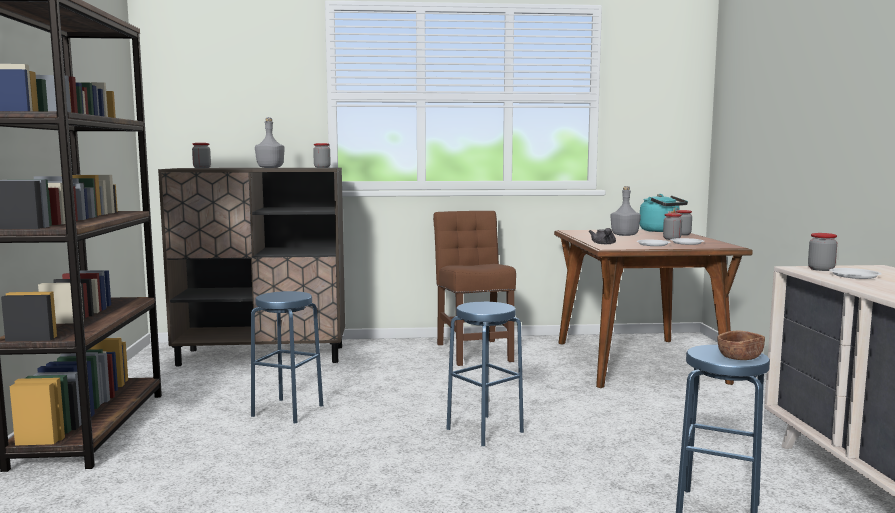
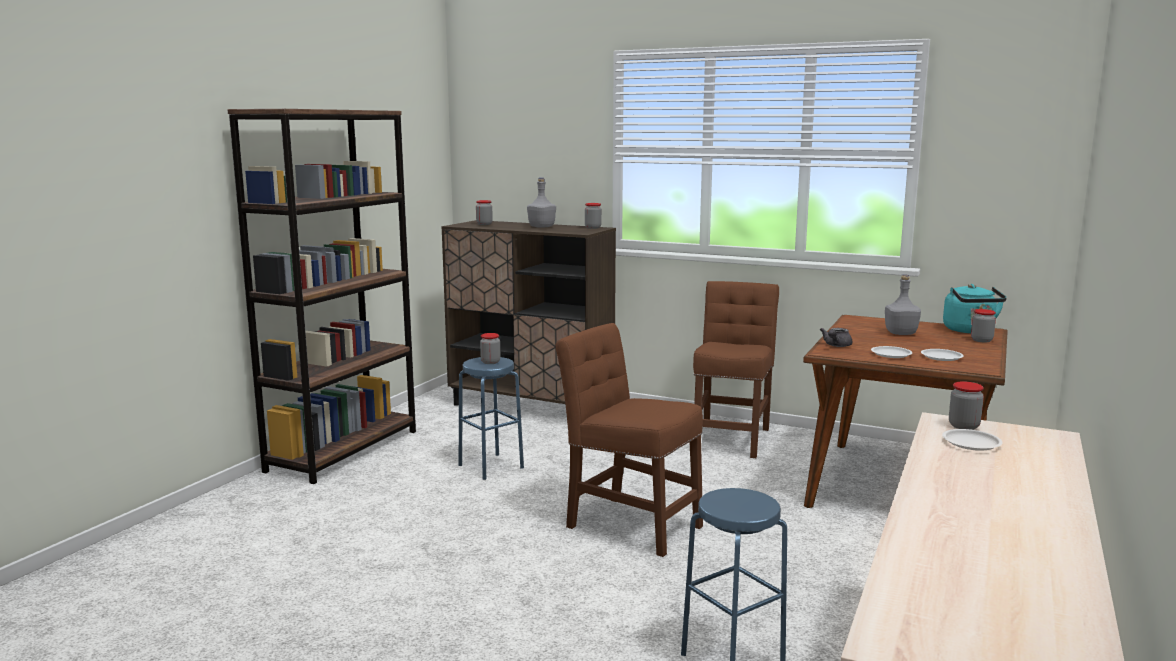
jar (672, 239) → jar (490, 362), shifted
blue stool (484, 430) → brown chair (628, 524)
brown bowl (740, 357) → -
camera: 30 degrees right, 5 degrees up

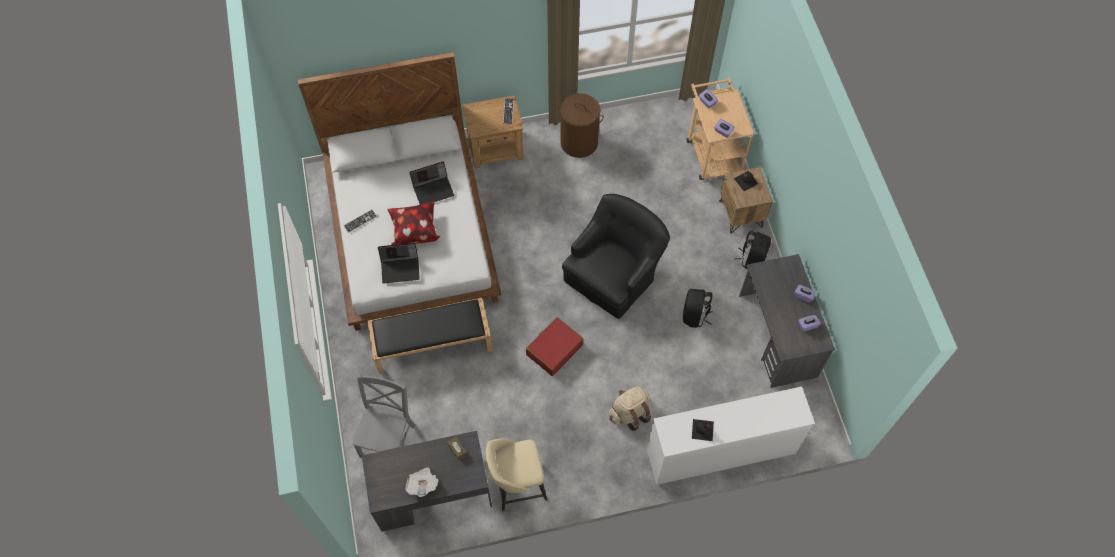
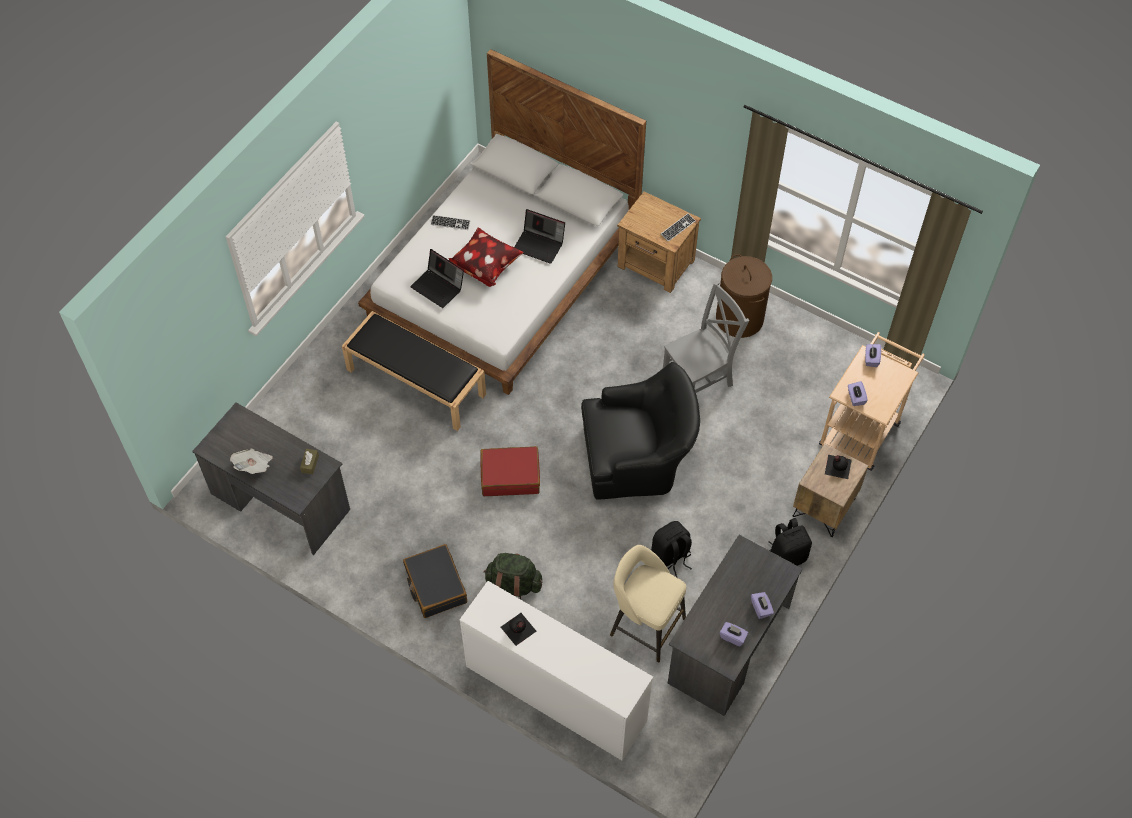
grey chair (388, 438) → grey chair (700, 378), shifted
beige backpack (629, 413) → green backpack (513, 586)
beige stool (517, 484) → beige stool (645, 625), shifted
- → black suitcase (435, 586)
camera: 45 degrees right, 5 degrees down

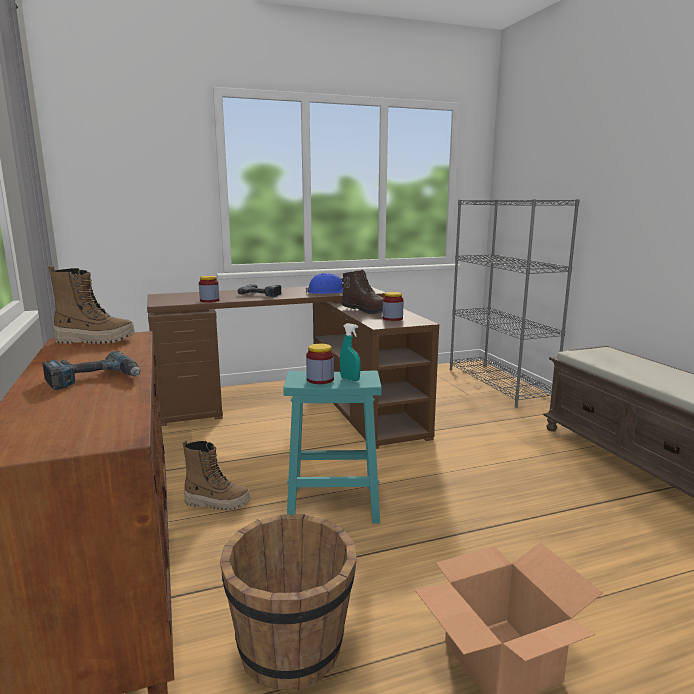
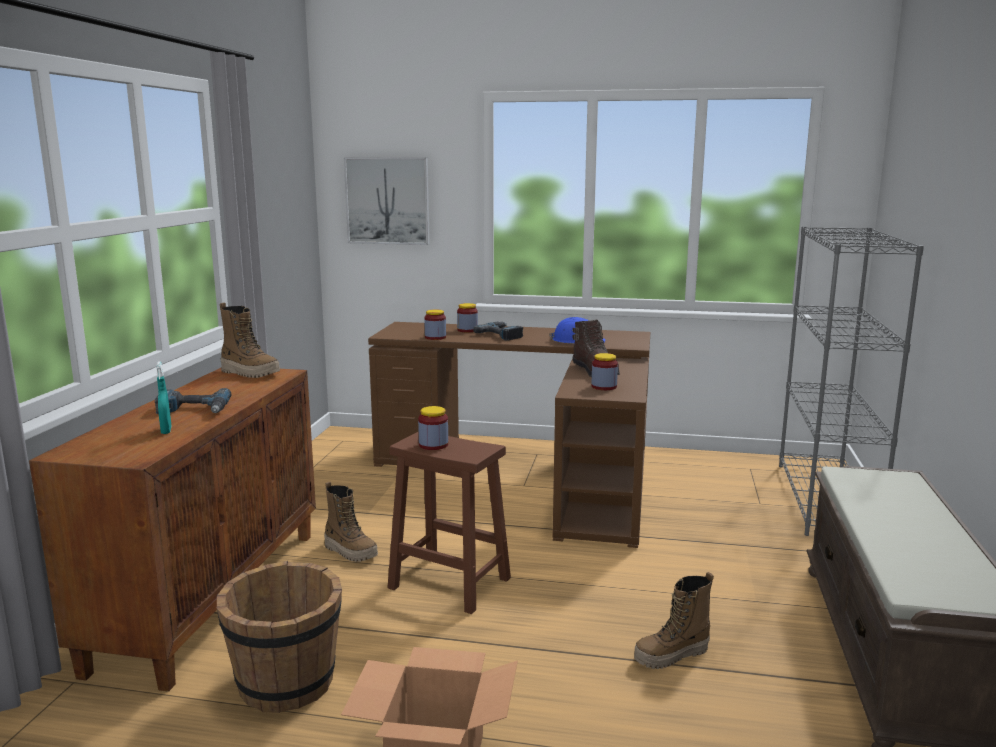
turquoise spray bottle (350, 379) → turquoise spray bottle (166, 431), shifted
turquoise stool (331, 504) → brown stool (447, 583)
- → picture (387, 201)
- → jar (467, 330)
- → boot (671, 656)
camera: 30 degrees right, 0 degrees up

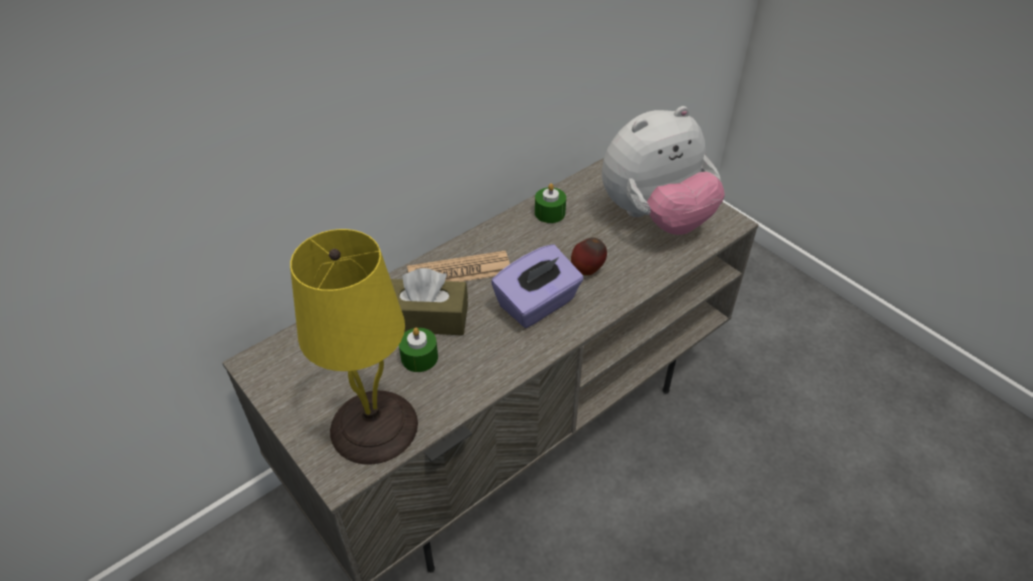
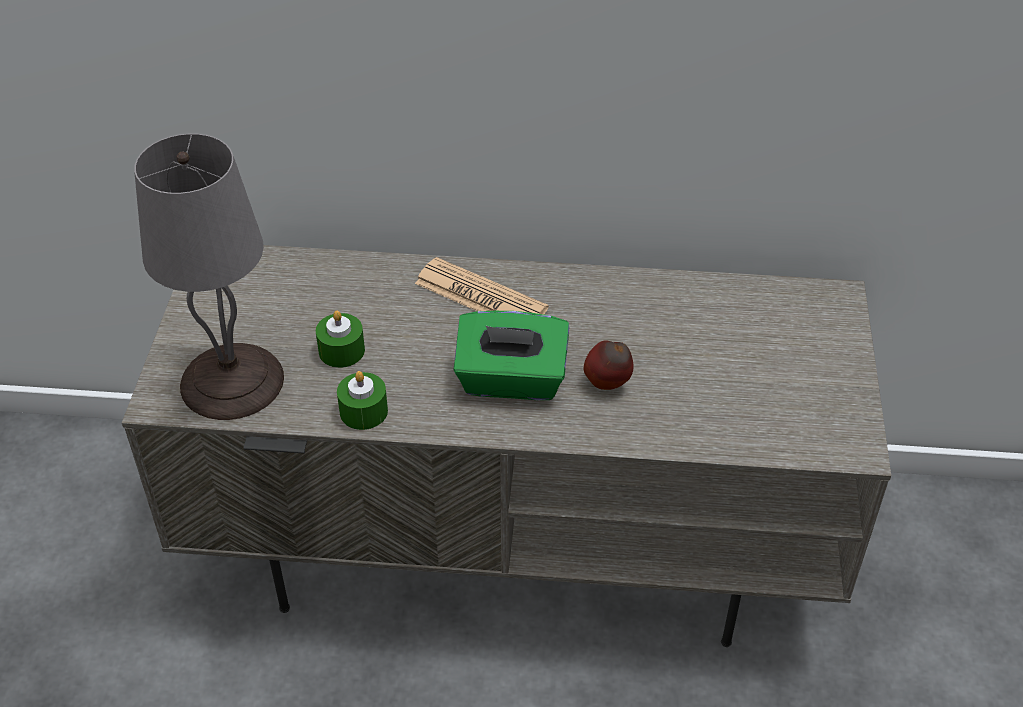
plush toy (655, 217) → -
green candle (550, 213) → green candle (363, 411), shifted
yellow table lamp (372, 425) → grey table lamp (231, 379)
purple tissue box (537, 304) → green tissue box (511, 381)
brown tissue box (427, 318) → -
camera: 45 degrees right, 0 degrees up

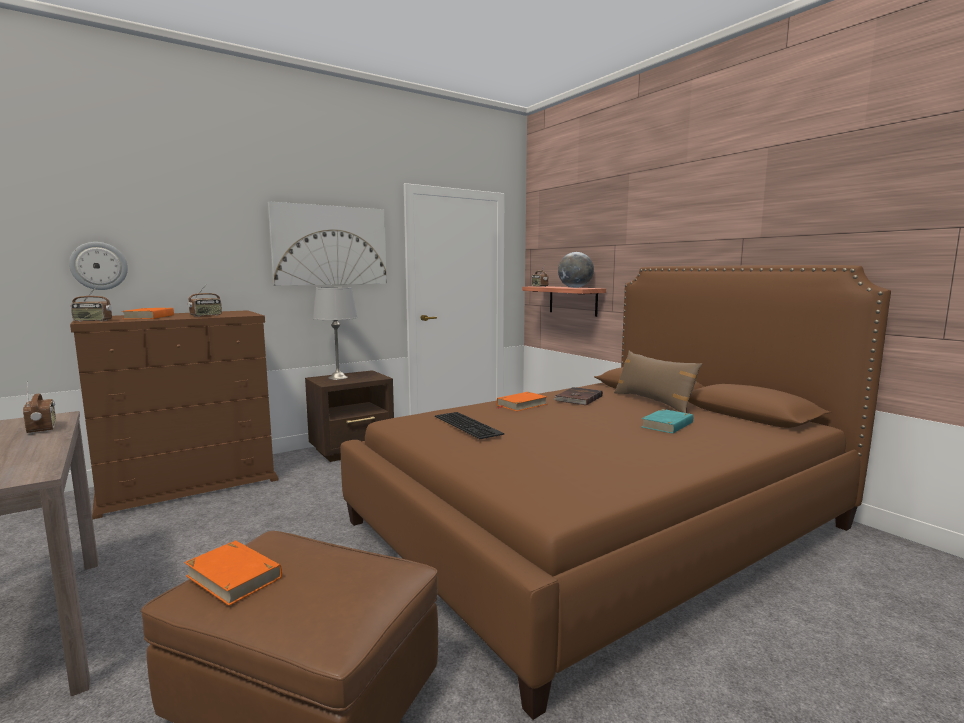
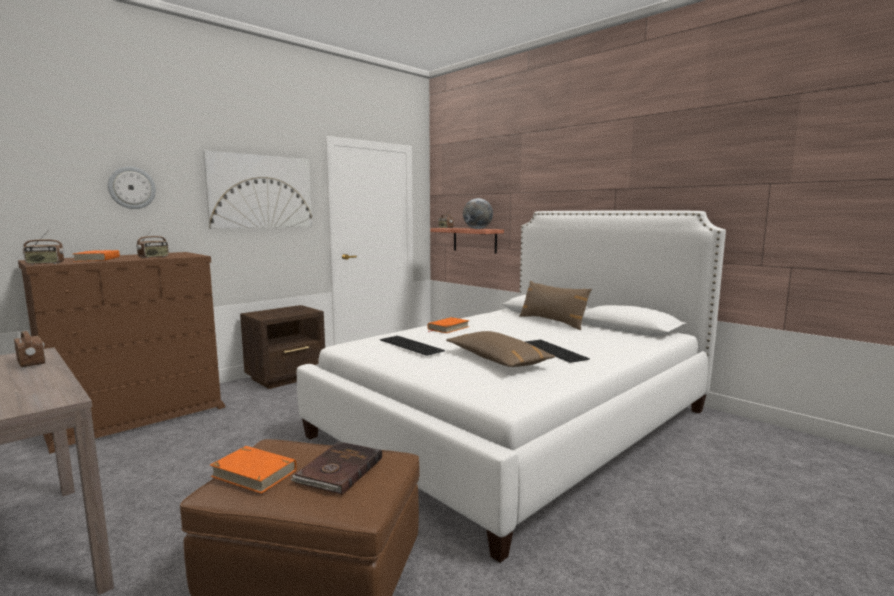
wall clock (99, 266) → wall clock (132, 188), shifted
brown bed (598, 524) → white bed (516, 422)
grey table lamp (338, 377) → -
brown book (578, 398) → brown book (338, 470), shifted
turquoise book (667, 425) → -
- → brown pillow (497, 360)
- → keyboard (555, 350)
camera: 10 degrees left, 0 degrees up

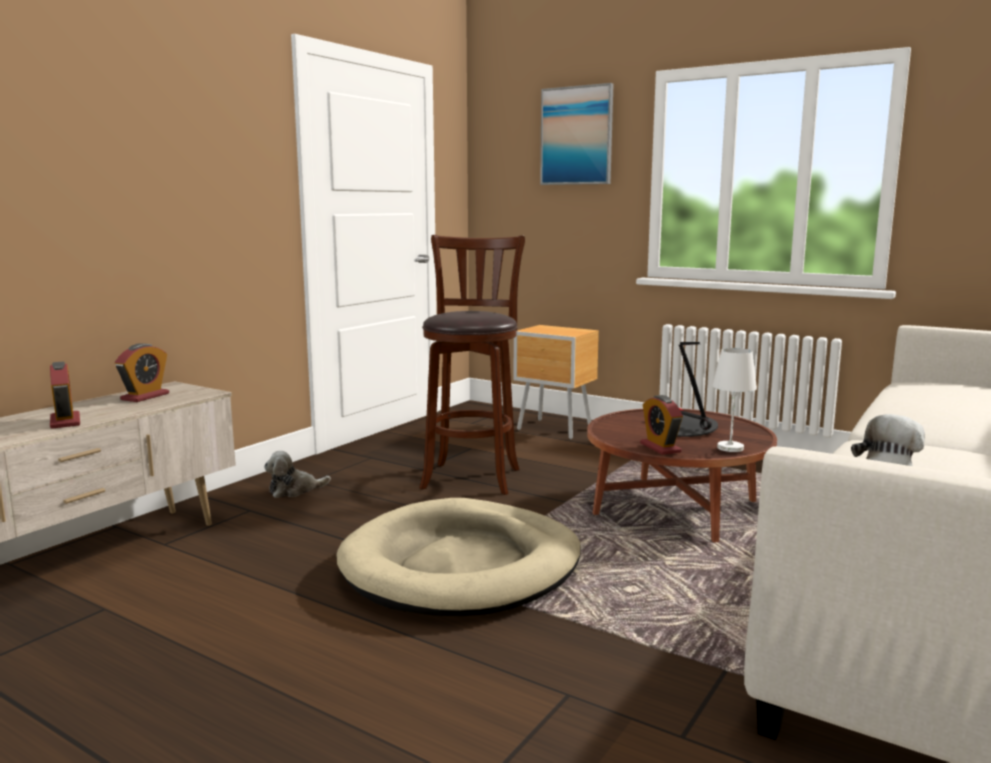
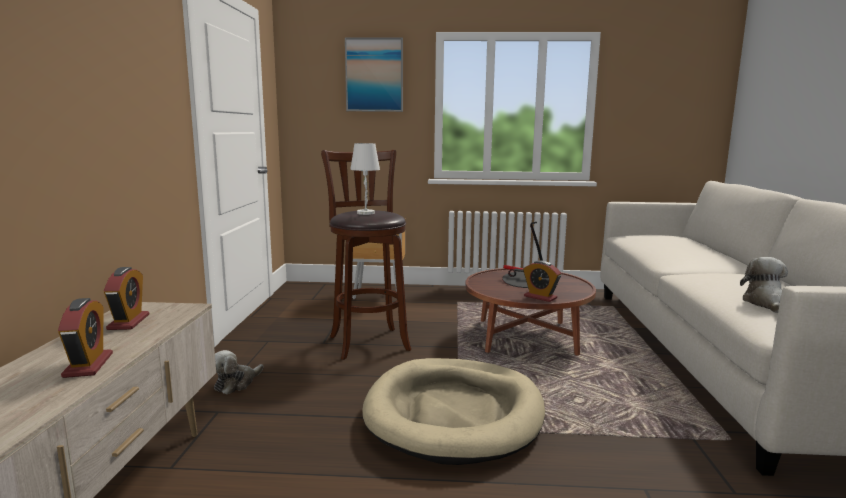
white table lamp (730, 448) → white table lamp (366, 213), shifted
alarm clock (65, 421) → alarm clock (88, 365), 45 degrees clockwise
camera: 30 degrees left, 0 degrees up

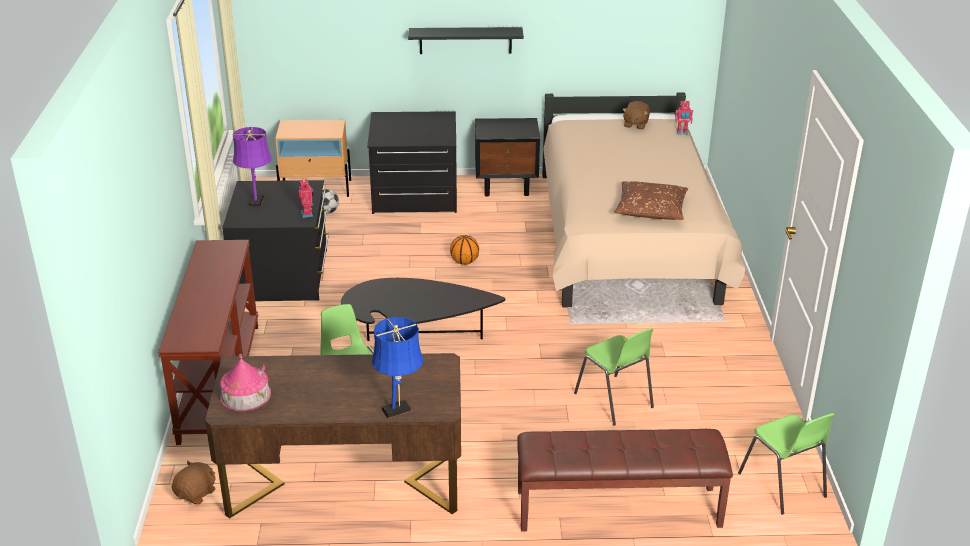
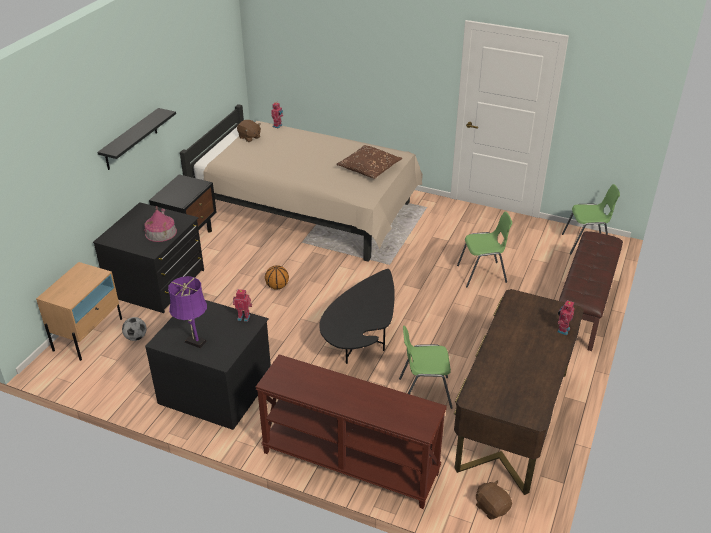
blue table lamp (399, 409) → toy robot (562, 330)
toy house (245, 395) → toy house (161, 232), shifted
camera: 65 degrees left, 5 degrees up

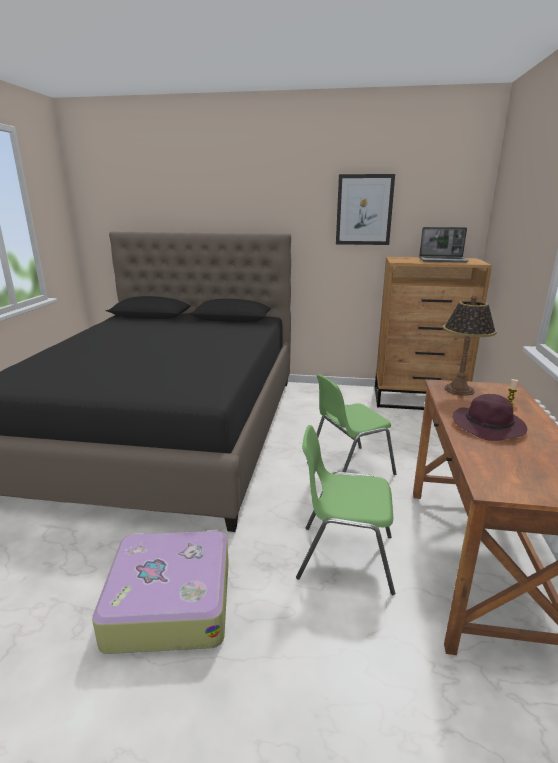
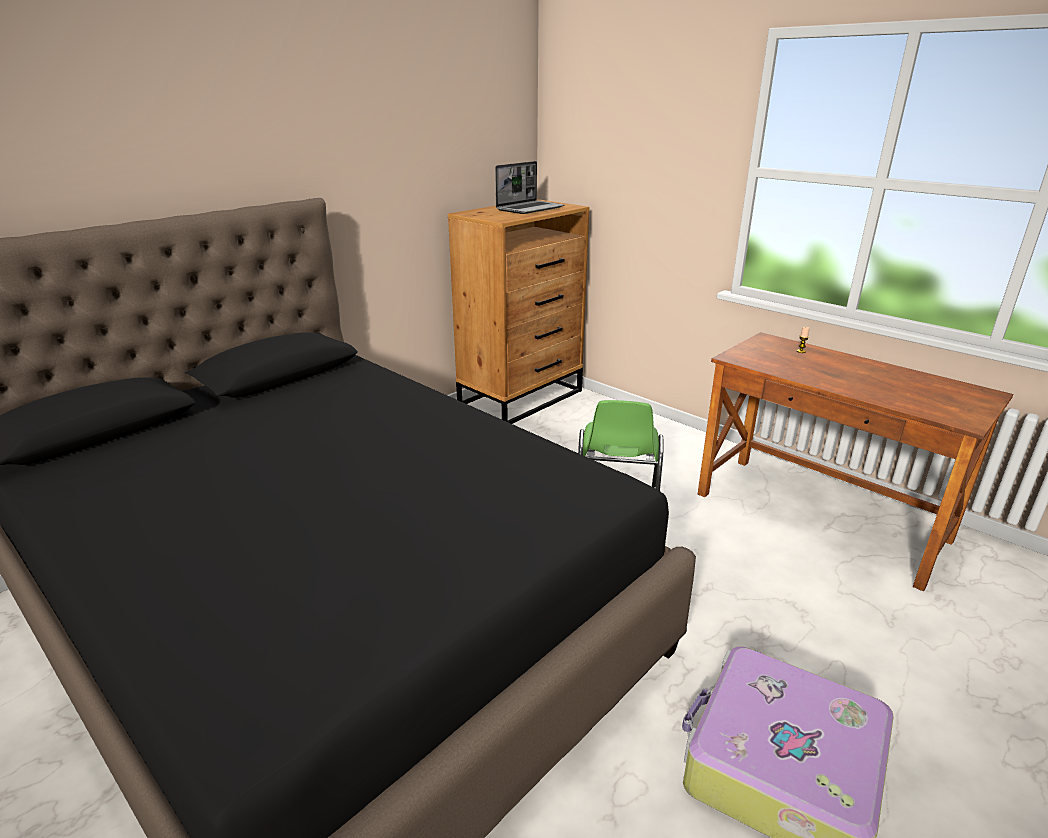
picture (364, 210) → -
table lamp (459, 390) → -
purple hat (489, 427) → -
green chair (344, 556) → -
camera: 55 degrees left, 5 degrees up

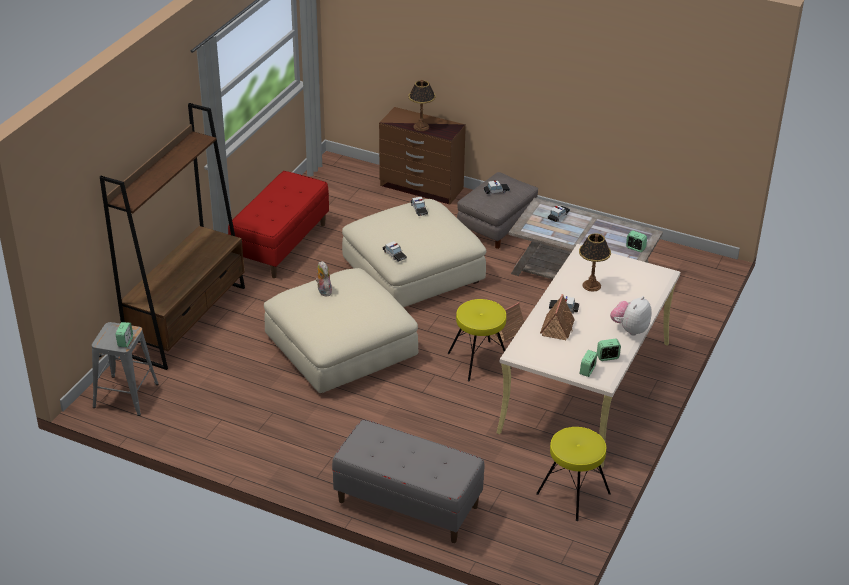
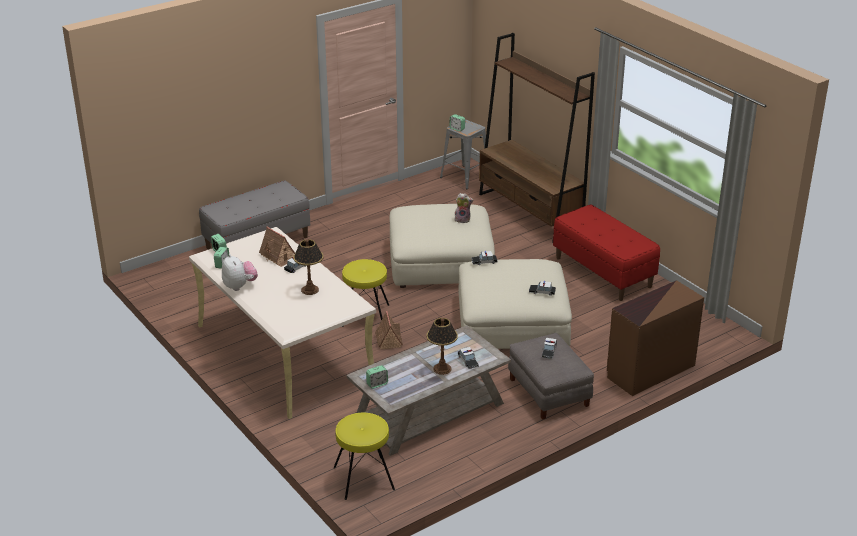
table lamp (421, 127) → table lamp (442, 369), shifted
yellow stool (572, 493) → yellow stool (364, 477), shifted
camera: 120 degrees right, 5 degrees down

